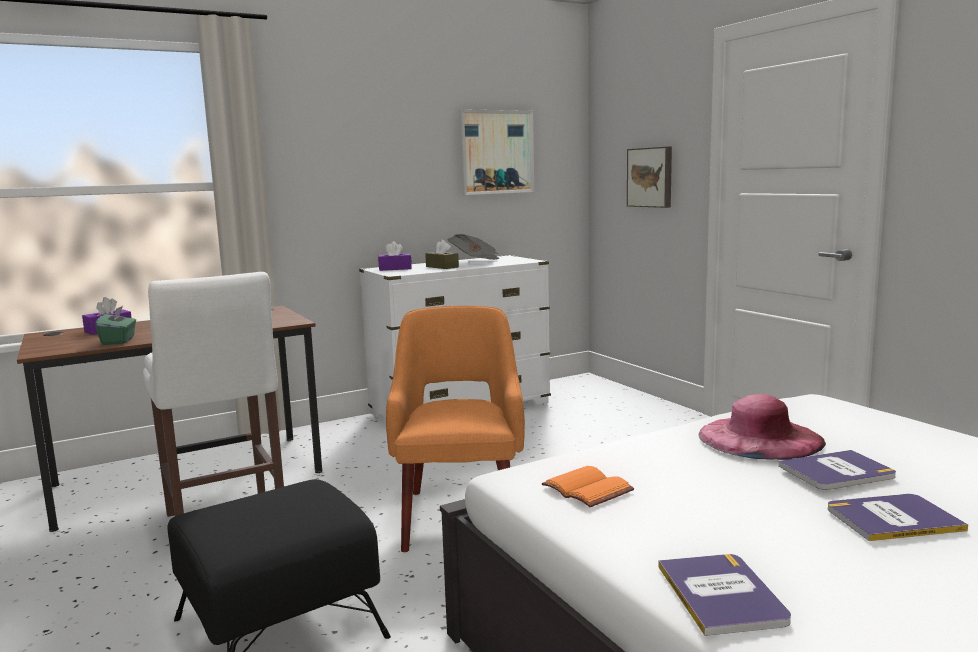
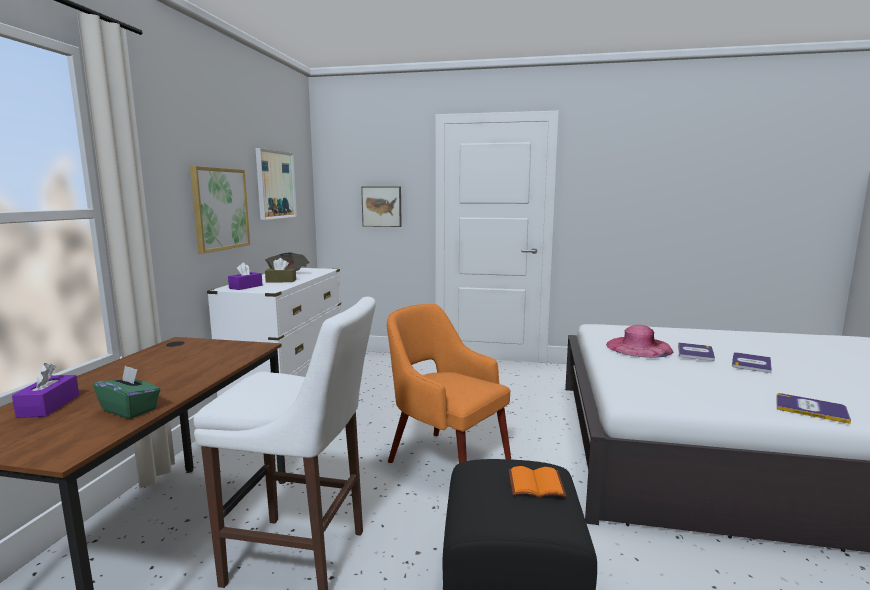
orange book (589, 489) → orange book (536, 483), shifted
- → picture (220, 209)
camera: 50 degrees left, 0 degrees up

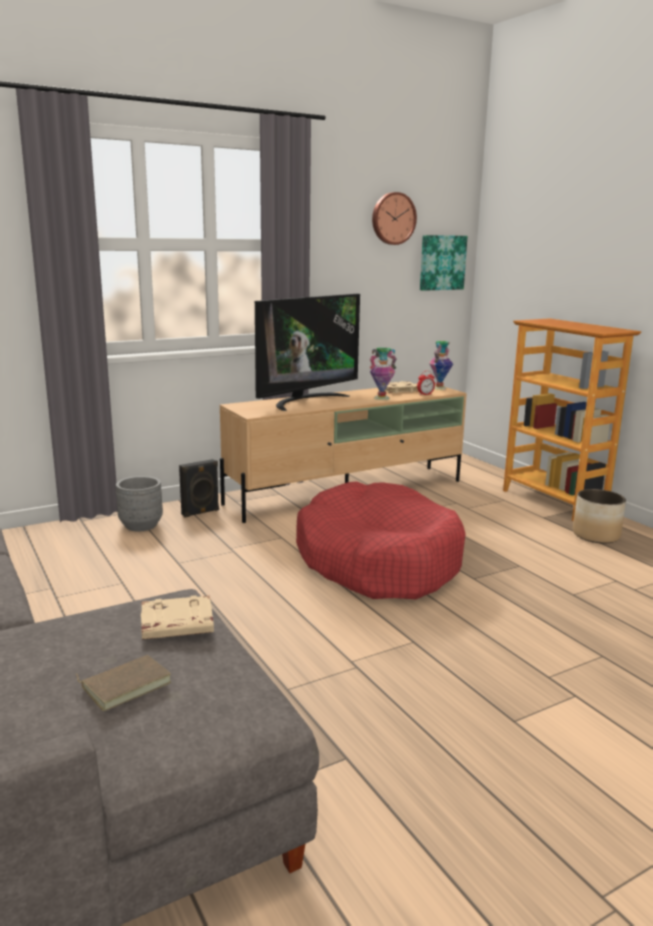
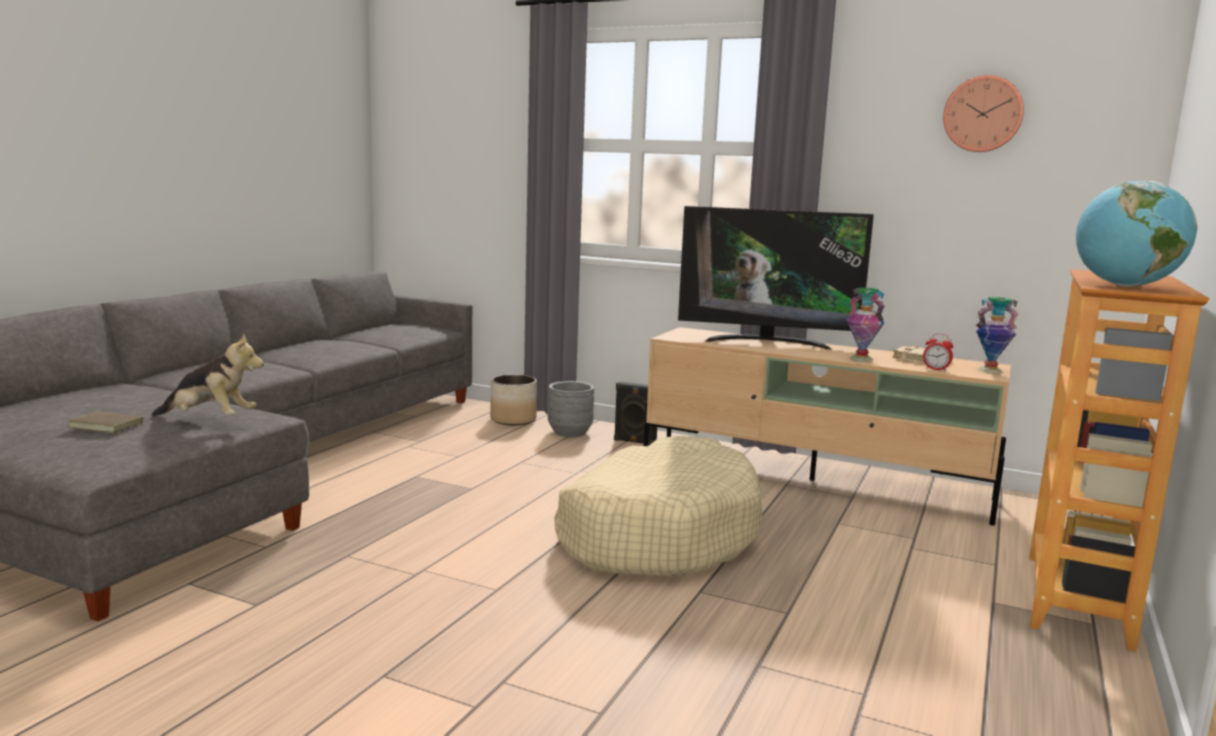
picture (441, 262) → -
red dog bed (377, 561) → beige dog bed (658, 533)
planter (596, 535) → planter (513, 420), shifted
beige book (176, 624) → plush toy (210, 419)
- → globe (1125, 286)
camera: 55 degrees right, 5 degrees down

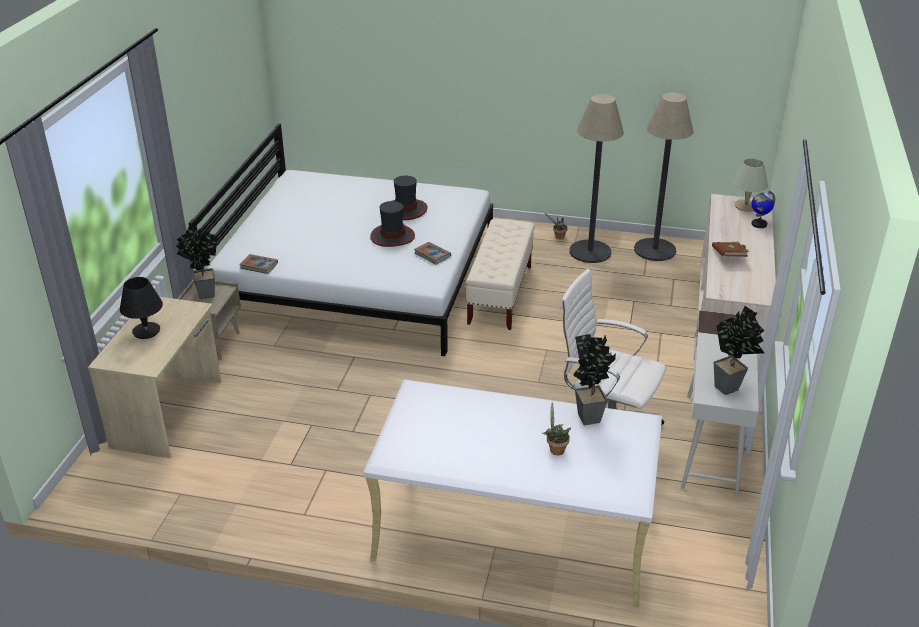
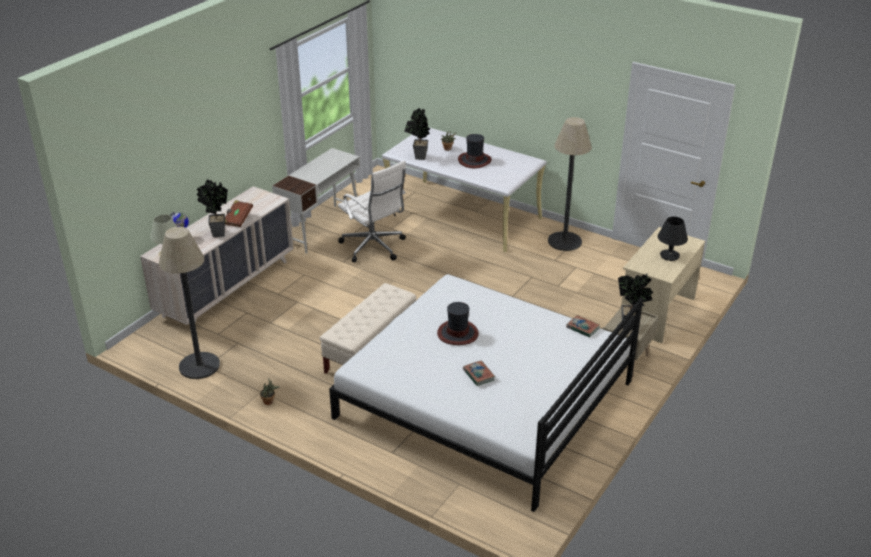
floor lamp (590, 252) → floor lamp (564, 241), shifted
hat (406, 210) → hat (474, 160), shifted
book (432, 255) → book (478, 375), shifted
potted plant (730, 388) → potted plant (216, 233), shifted
camera: 160 degrees left, 0 degrees up

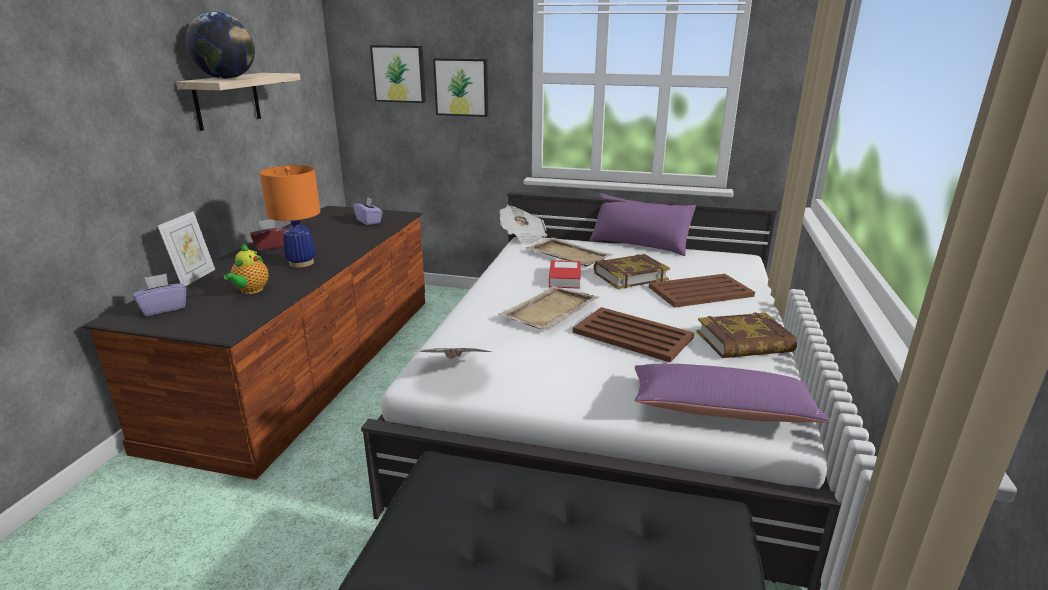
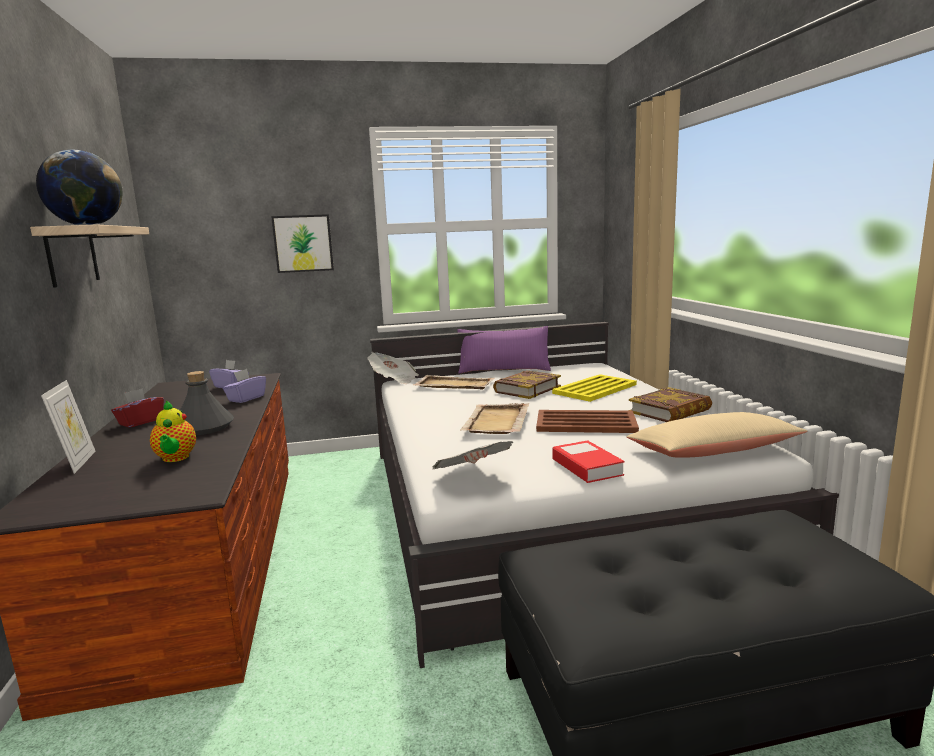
picture (399, 74) → -
orange table lamp (301, 263) → grey bottle (203, 427)
book (564, 278) → book (586, 467), shifted
purple tissue box (164, 308) → purple tissue box (246, 398), shifted
brown tray (699, 292) → yellow tray (594, 389)
purple pillow (720, 409) → beige pillow (712, 451)
camera: 25 degrees left, 10 degrees down

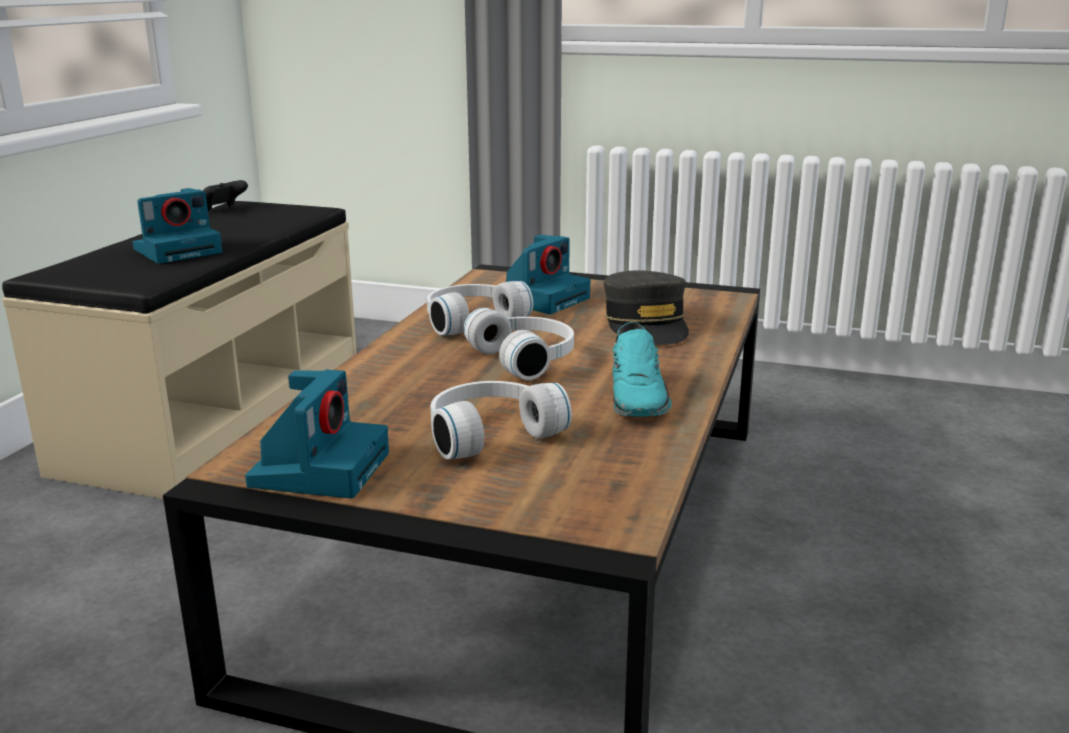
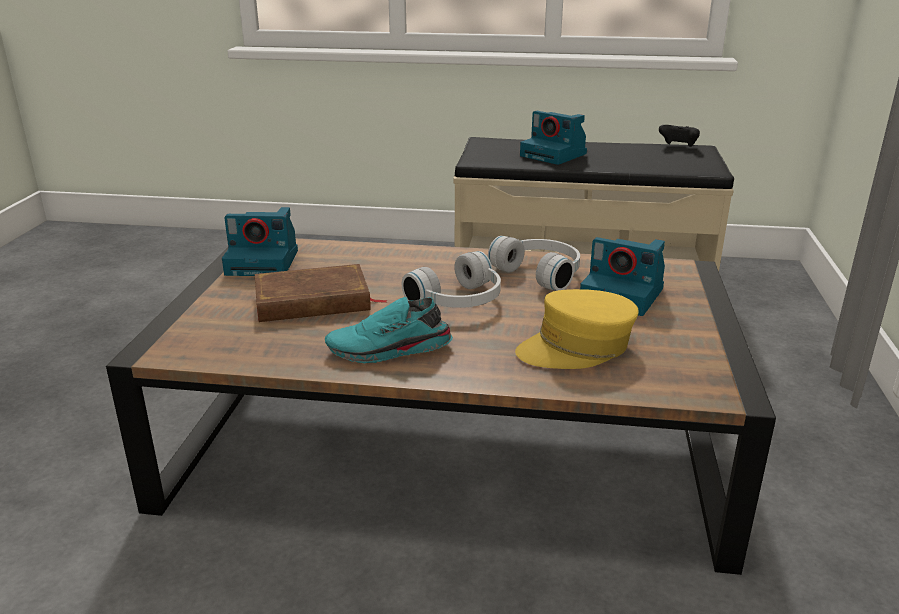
grey cap (646, 325) → yellow cap (576, 347)
white headphones (489, 433) → brown book (313, 301)
camera: 80 degrees right, 5 degrees up

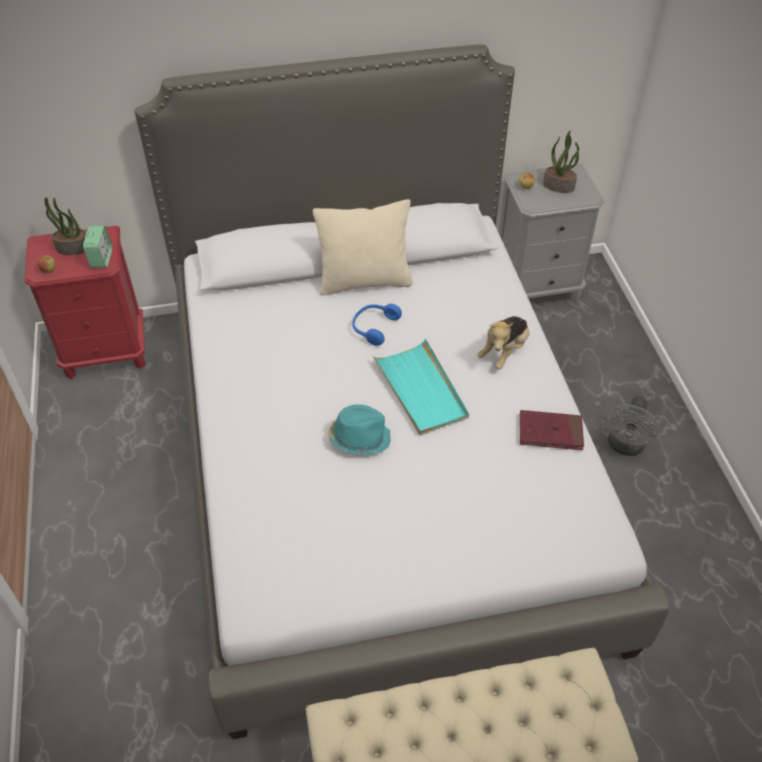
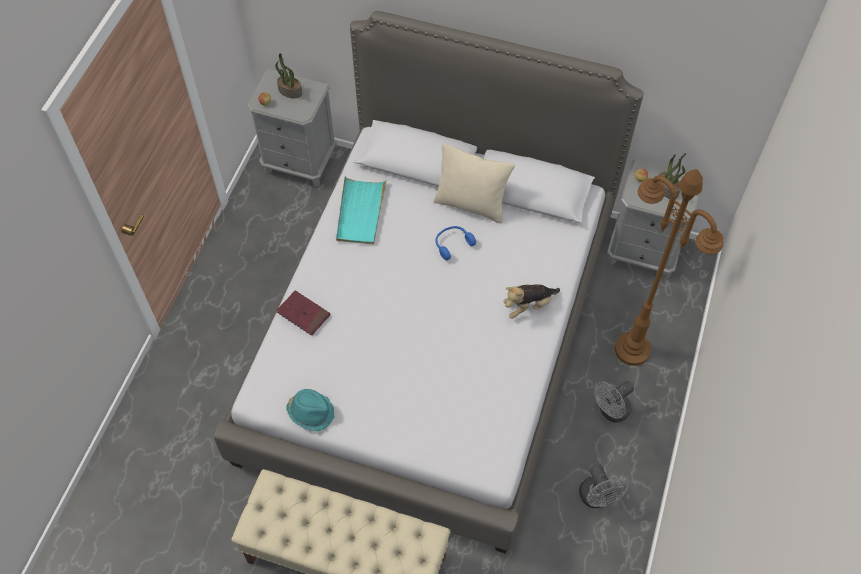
alarm clock (101, 258) → -
red nightstand (106, 352) → grey nightstand (299, 162)
turquoise tray (421, 390) → turquoise tray (360, 212), shifted
turquoise hat (359, 438) → turquoise hat (311, 412), shifted
red book (550, 432) → red book (303, 314), shifted
- → brown floor lamp (633, 350)
- → grey fan (597, 498)
camera: 30 degrees right, 10 degrees up

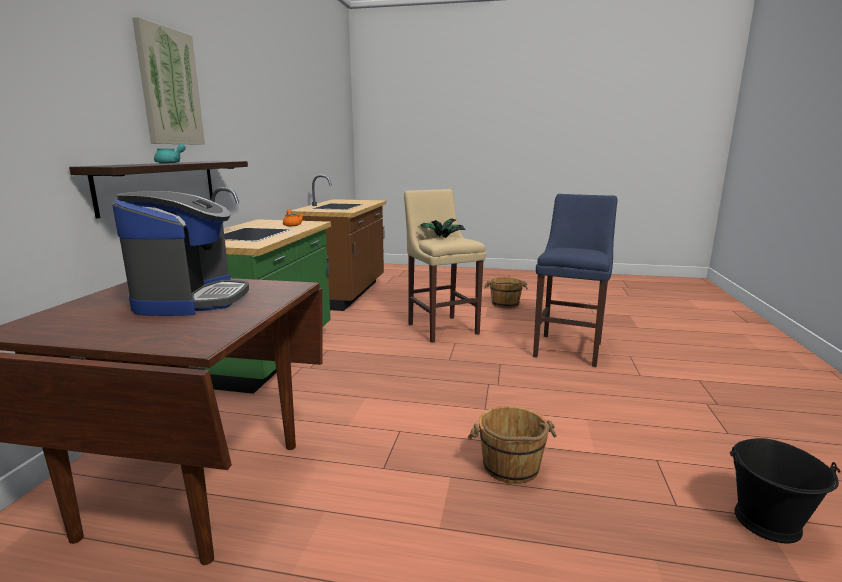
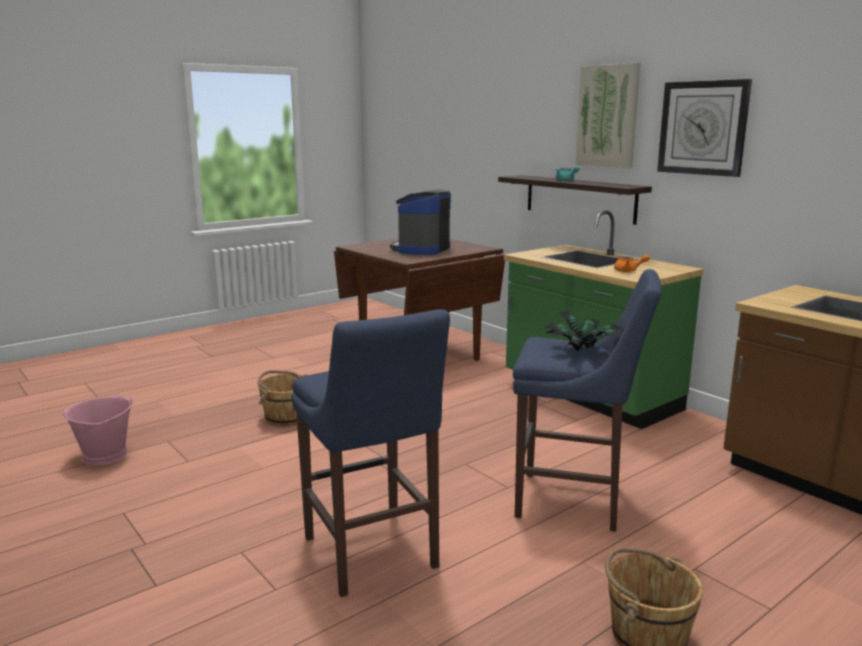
beige stool (441, 327) → blue stool (575, 502)
coffee machine (191, 299) → coffee machine (421, 249), 75 degrees clockwise
black bucket (768, 522) → pink bucket (104, 455)
- → wall clock (703, 128)
camera: 130 degrees right, 0 degrees up

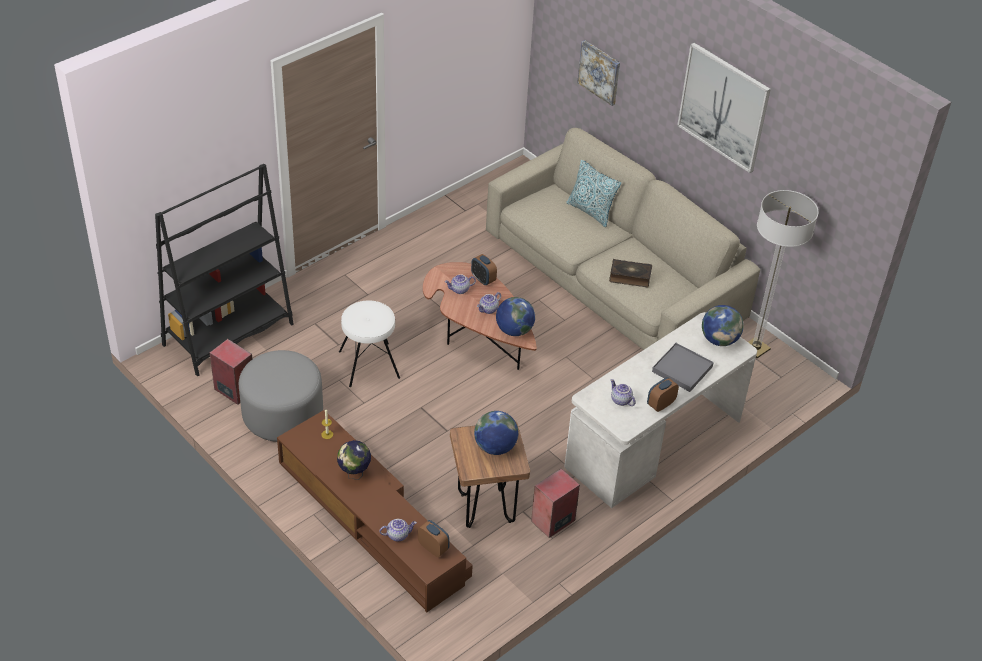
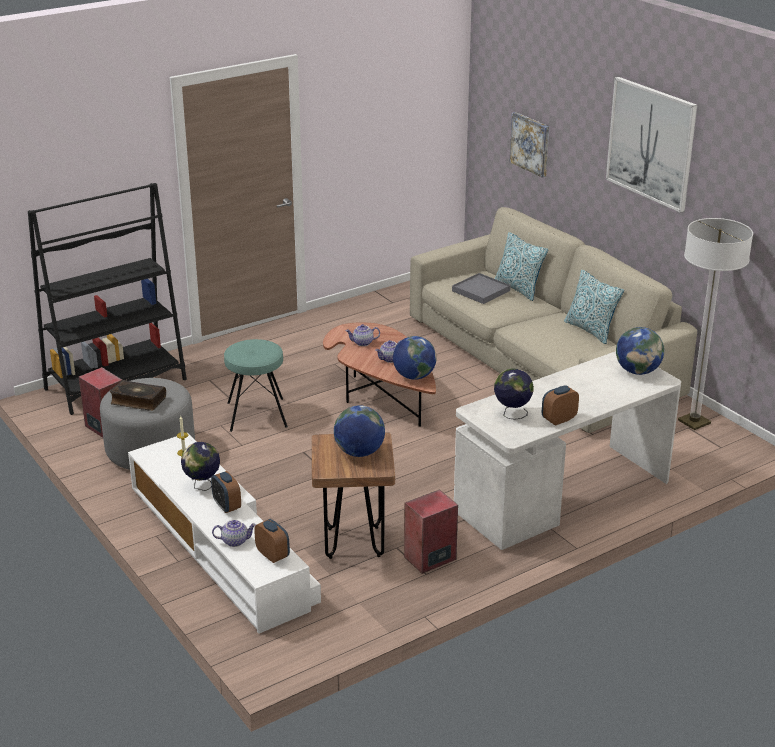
alarm clock (483, 279) → alarm clock (227, 506), shifted
book (630, 277) → book (138, 401), shifted
white stool (369, 364) → turquoise stool (257, 414)
grey tray (682, 369) → grey tray (481, 291), shifted
teapot (620, 400) → globe (512, 414)
brown tv stand (373, 520) → white tv stand (221, 545)
- → pillow (590, 330)
camera: 10 degrees right, 15 degrees down

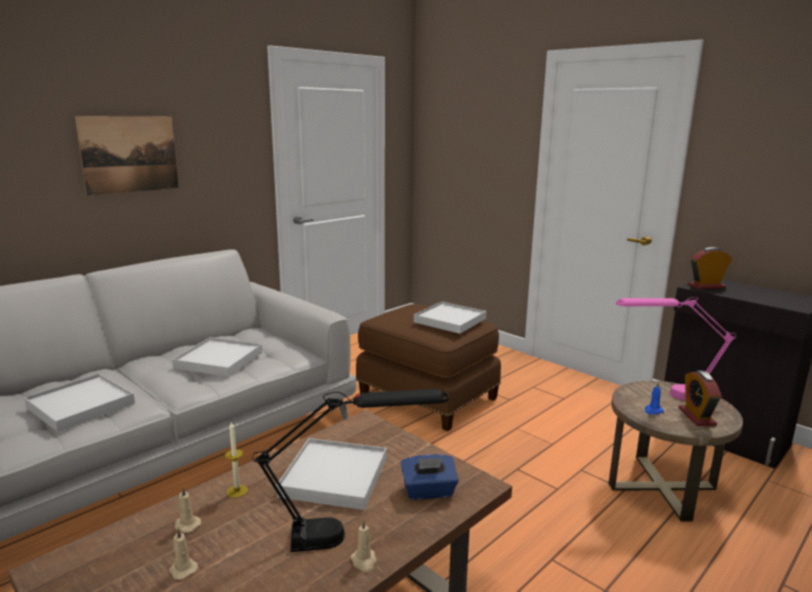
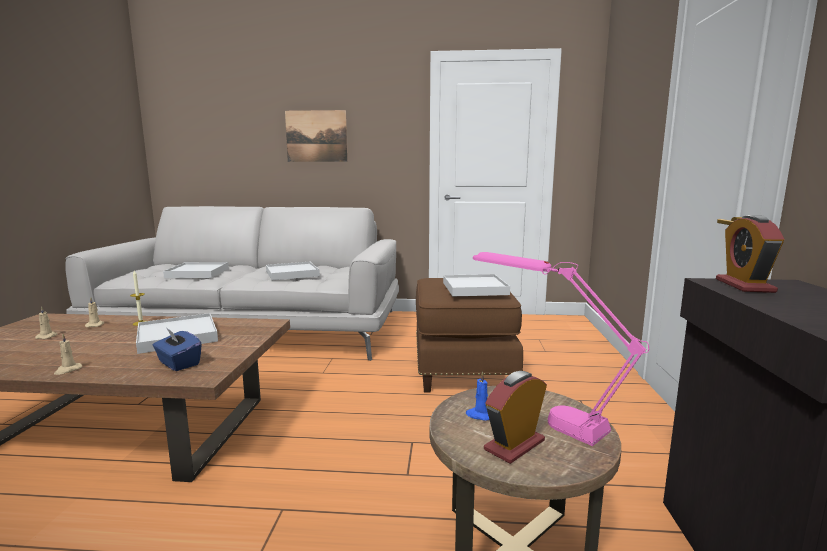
alarm clock (706, 286) → alarm clock (744, 285), 120 degrees counterclockwise
black table lamp (353, 534) → -
camera: 50 degrees right, 5 degrees down

